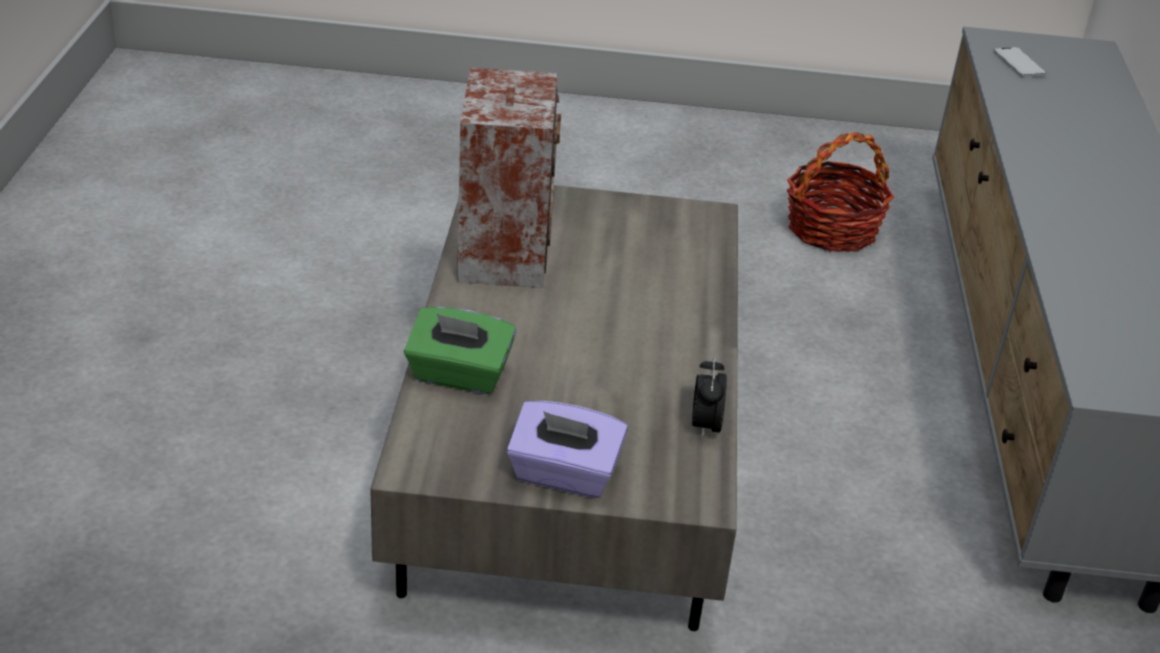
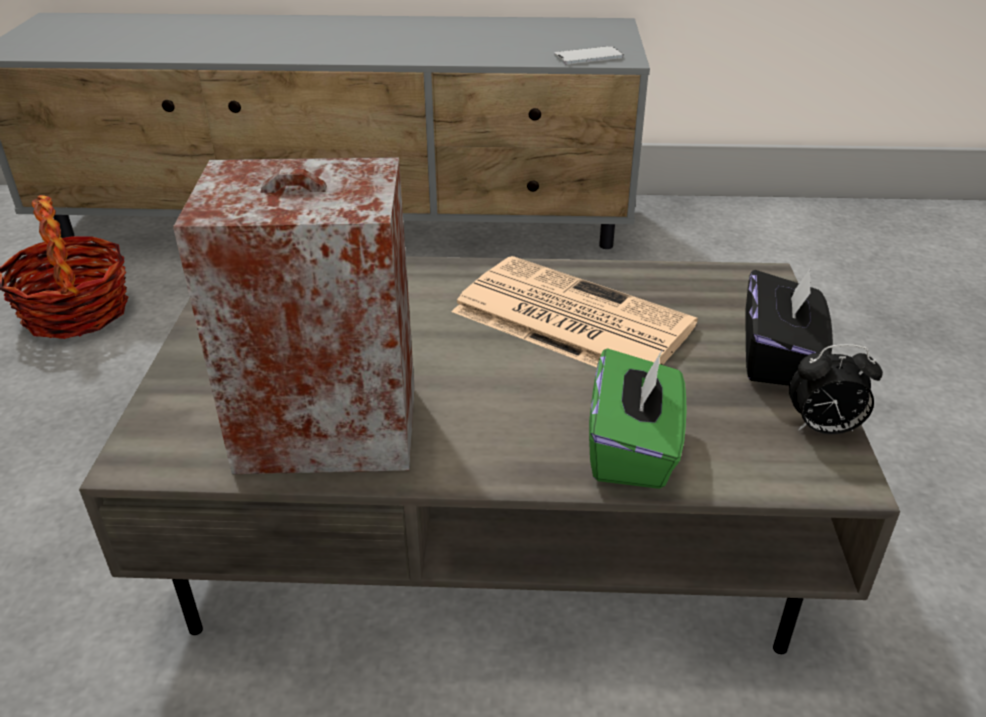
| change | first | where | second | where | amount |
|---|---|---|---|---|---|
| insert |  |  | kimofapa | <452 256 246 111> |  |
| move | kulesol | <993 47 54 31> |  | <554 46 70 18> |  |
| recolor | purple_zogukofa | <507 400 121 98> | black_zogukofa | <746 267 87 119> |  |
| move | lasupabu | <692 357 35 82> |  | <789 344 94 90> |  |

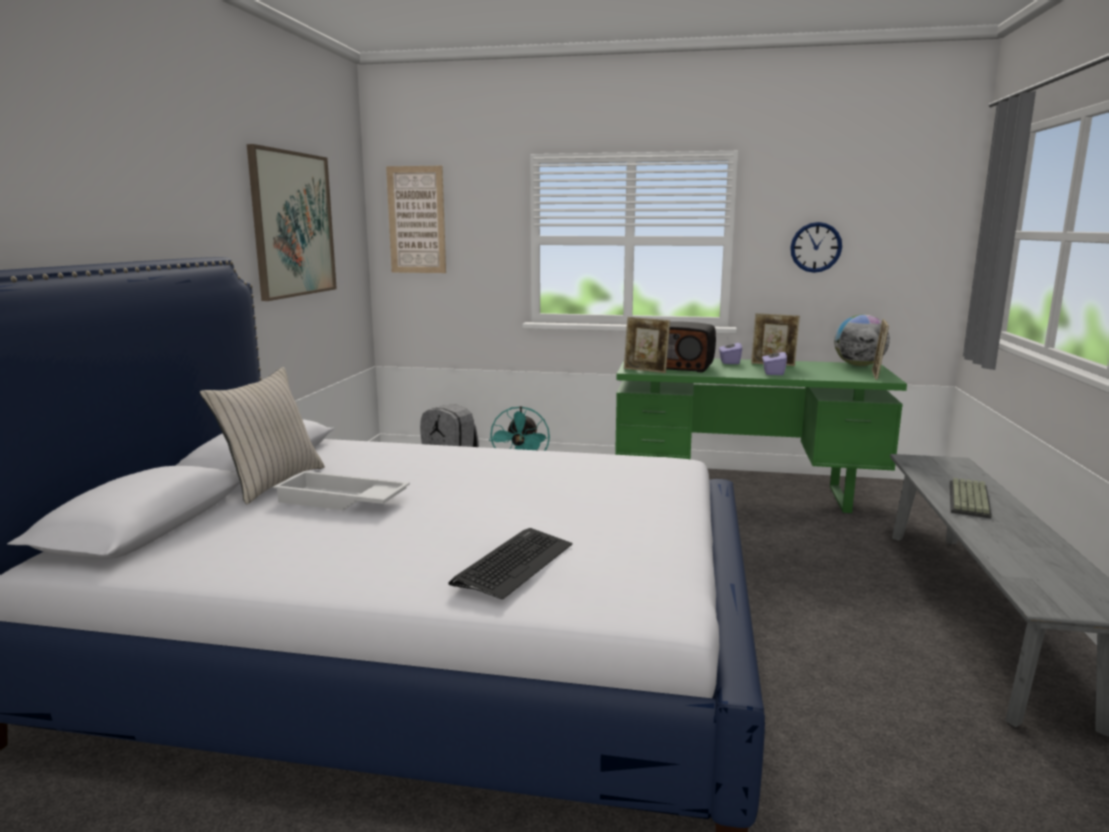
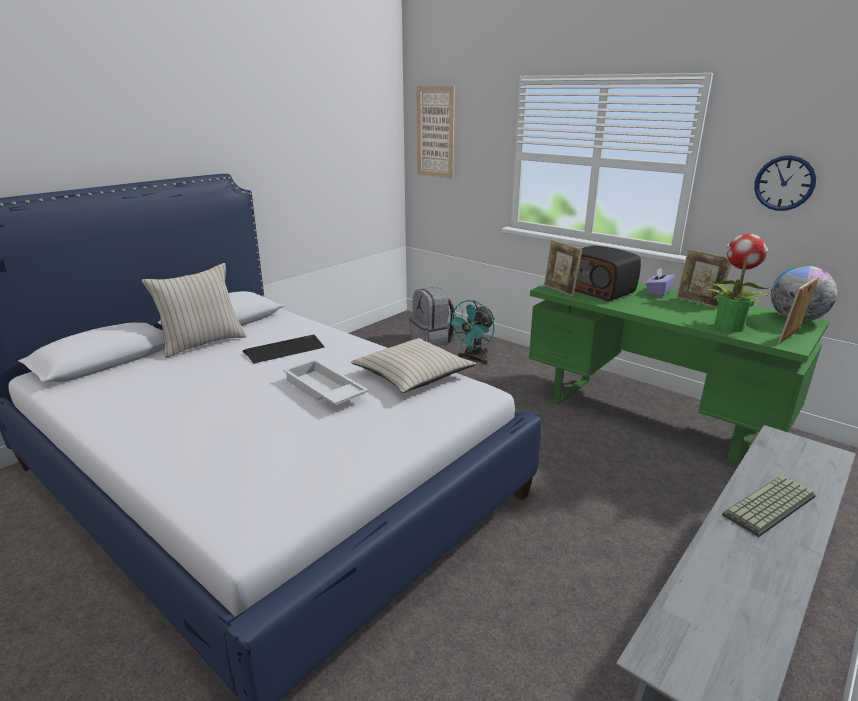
| change | first | where | second | where | amount |
|---|---|---|---|---|---|
| move | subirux | <448 528 124 72> |  | <243 335 82 29> |  |
| move | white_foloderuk | <273 471 137 39> |  | <283 359 86 46> |  |
| insert |  |  | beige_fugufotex | <351 338 125 55> |  |
| insert |  |  | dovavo | <707 234 64 98> |  |
| delete | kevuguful | <247 144 90 157> |  |  |  |
| delete | purple_zogukofa | <762 345 25 30> |  |  |  |

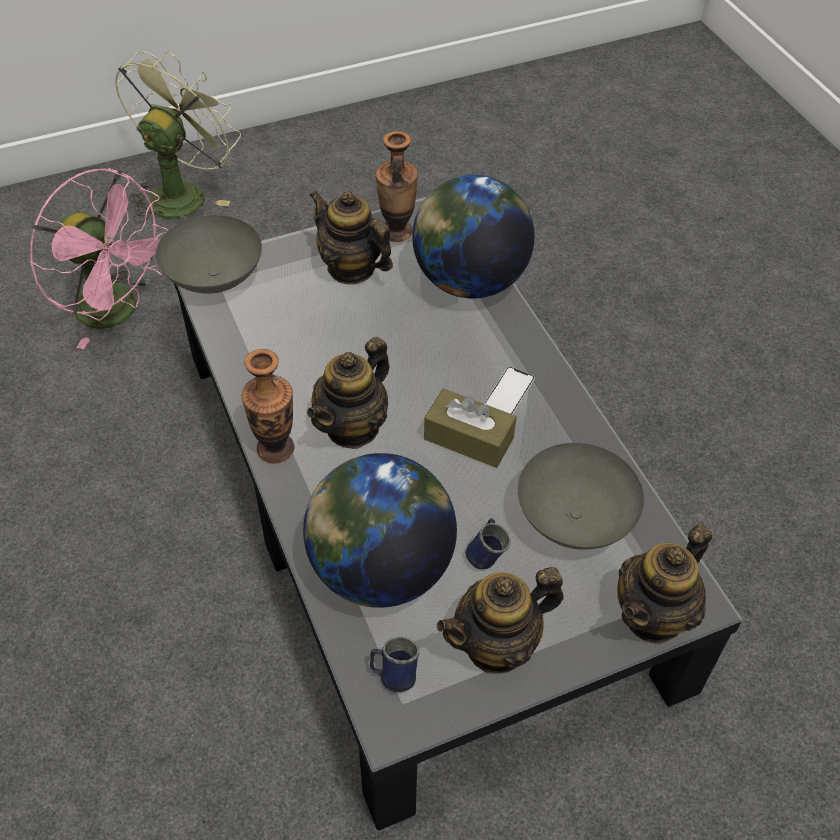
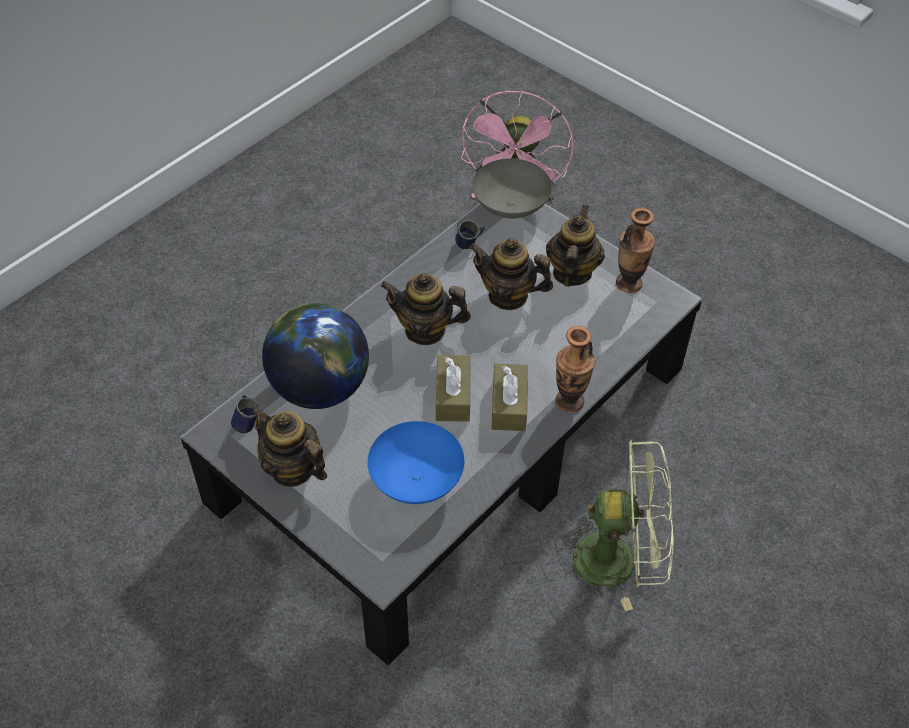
| change | first | where | second | where | amount |
|---|---|---|---|---|---|
| recolor | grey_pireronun | <518 443 126 107> | blue_pireronun | <367 421 98 83> |  |
| move | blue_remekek | <465 518 46 51> |  | <455 220 29 29> |  |
| move | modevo | <617 524 95 120> |  | <469 238 84 72> |  |
| replace | kulesol | <484 367 51 48> | brown_zogukofa | <492 364 36 67> |  |
| move | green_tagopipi | <115 50 126 173> |  | <555 439 119 172> |  |
| move | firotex | <242 349 52 114> |  | <556 326 39 86> |  |
| delete | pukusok | <412 175 123 124> |  |  |  |

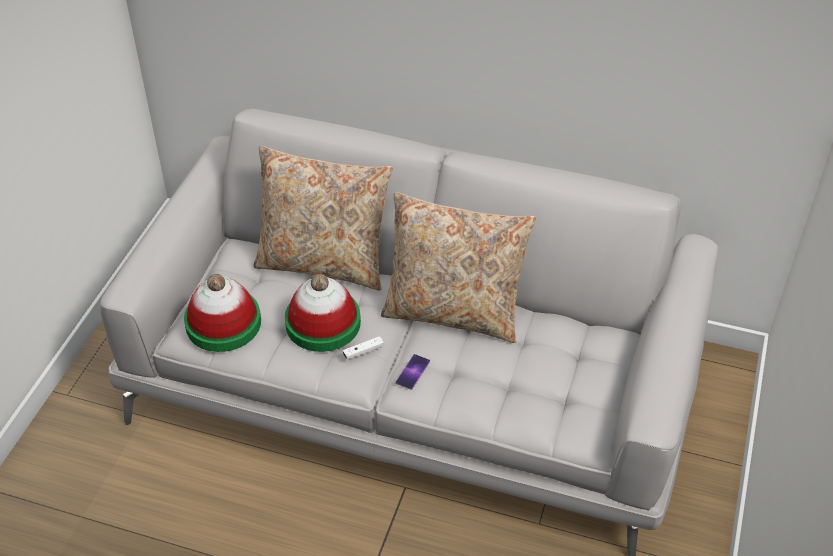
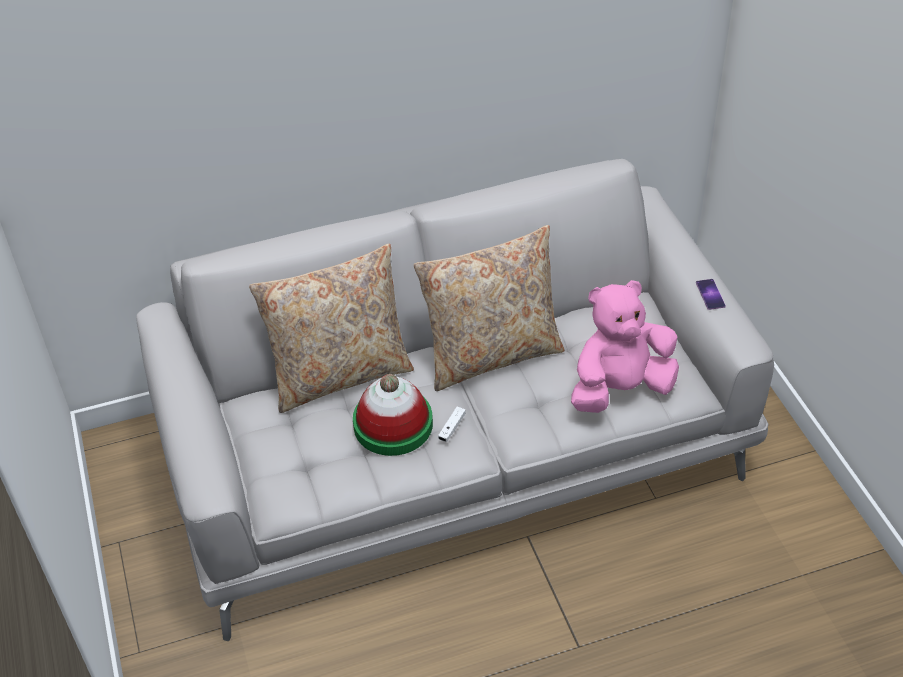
| change | first | where | second | where | amount |
|---|---|---|---|---|---|
| insert |  |  | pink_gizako | <571 280 108 133> |  |
| move | kulesol | <396 354 34 36> |  | <696 279 30 31> |  |
| delete | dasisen | <184 274 77 78> |  |  |  |

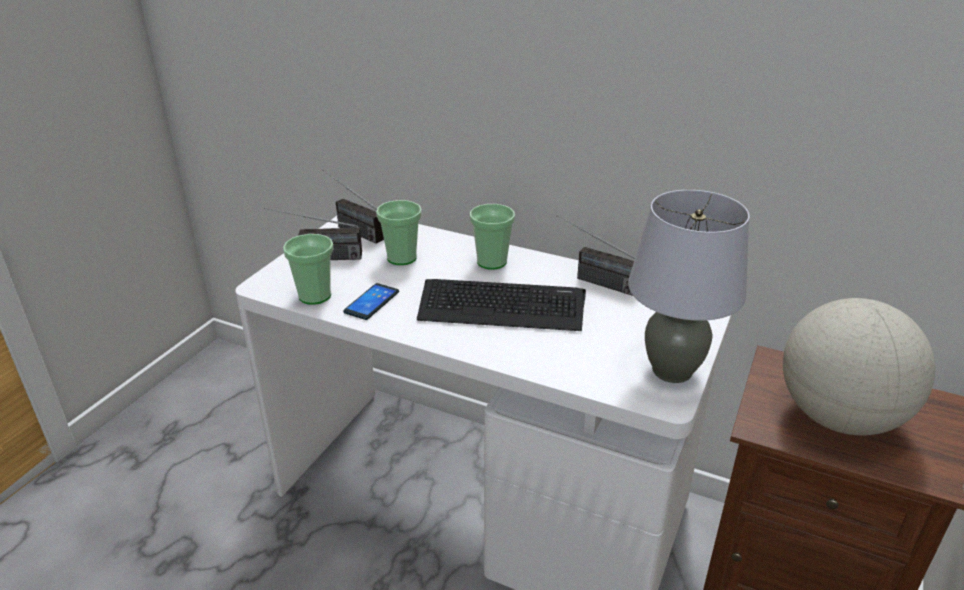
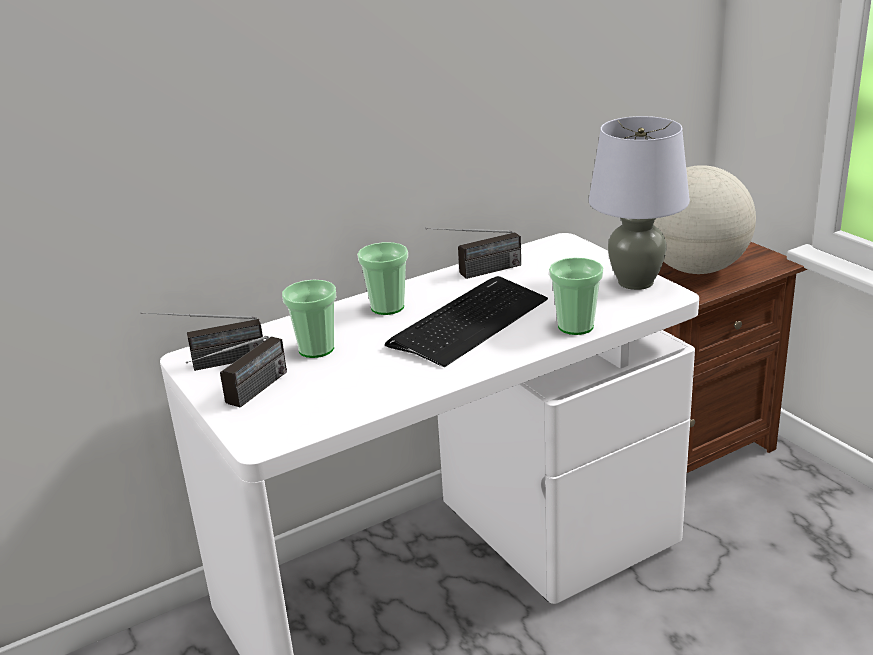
| change | first | where | second | where | amount |
|---|---|---|---|---|---|
| move | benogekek | <283 234 50 71> |  | <549 257 55 78> |  |
| delete | kulesol | <343 283 56 37> |  |  |  |

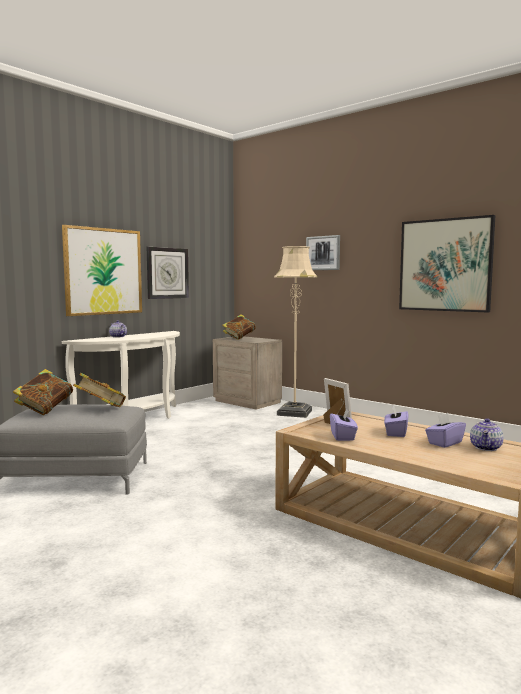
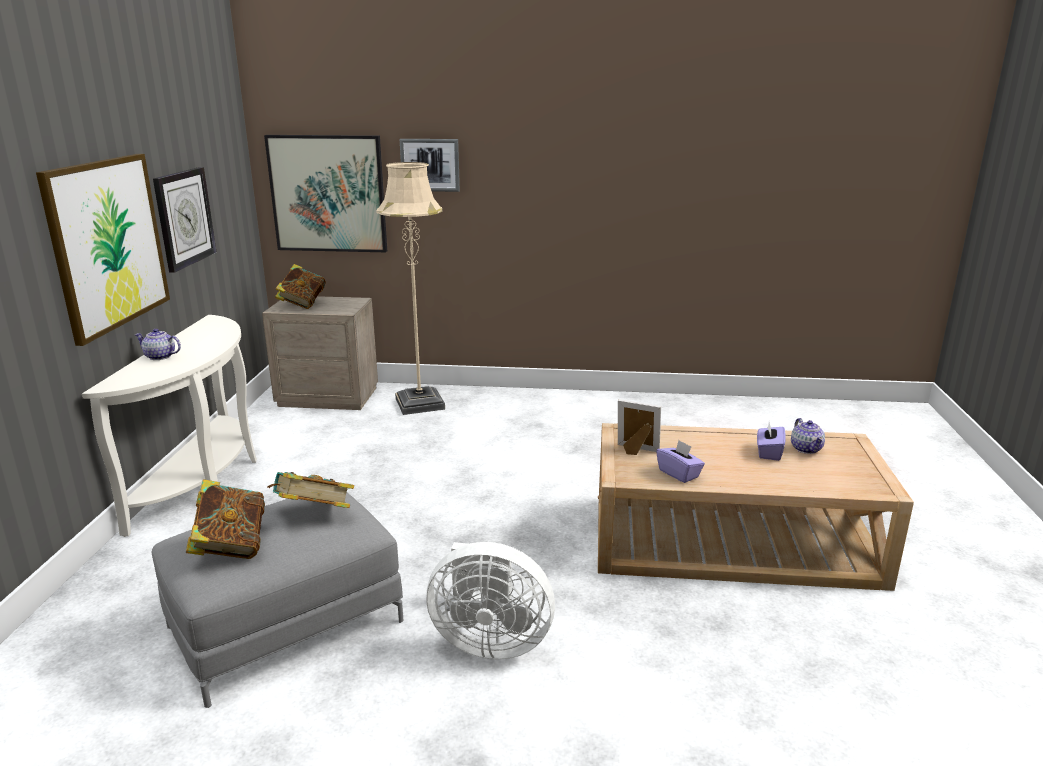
| change | first | where | second | where | amount |
|---|---|---|---|---|---|
| move | kevuguful | <399 215 96 98> |  | <264 135 123 117> |  |
| insert |  |  | white_tagopipi | <426 542 129 118> |  |
| delete | purple_zogukofa | <384 406 25 31> |  |  |  |

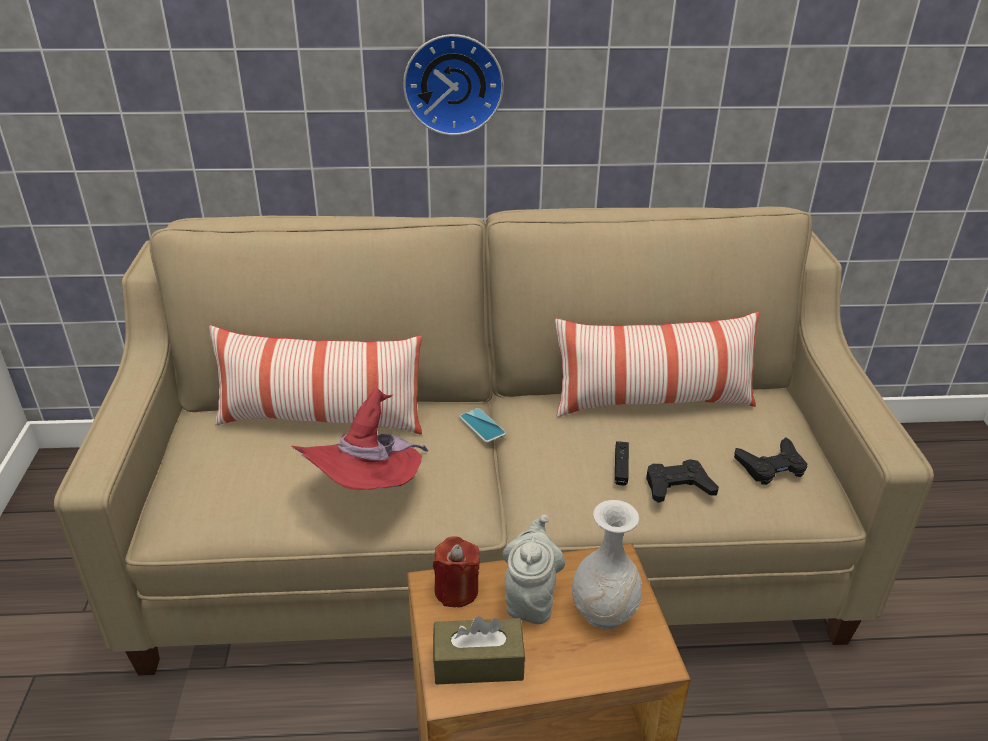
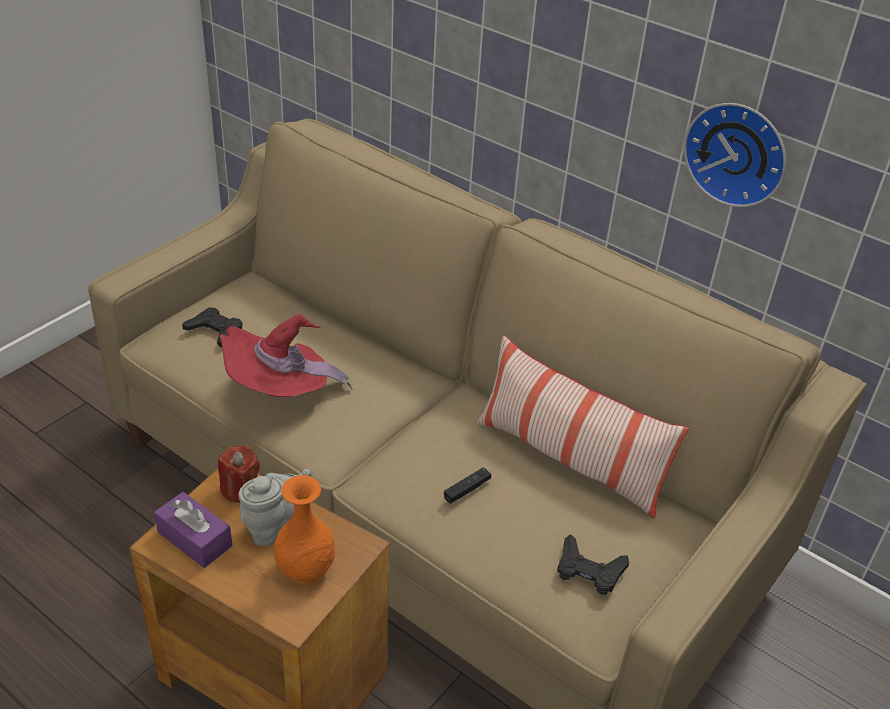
| change | first | where | second | where | amount |
|---|---|---|---|---|---|
| recolor | brown_zogukofa | <433 616 92 68> | purple_zogukofa | <154 492 78 76> |  |
| move | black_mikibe | <646 459 73 44> |  | <182 307 61 40> |  |
| recolor | white_firotex | <572 500 70 129> | orange_firotex | <274 475 61 109> |  |
| move | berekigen | <403 34 101 102> |  | <684 103 102 104> |  |
| delete | fugufotex | <209 325 213 109> |  |  |  |
| delete | kulesol | <459 408 47 35> |  |  |  |

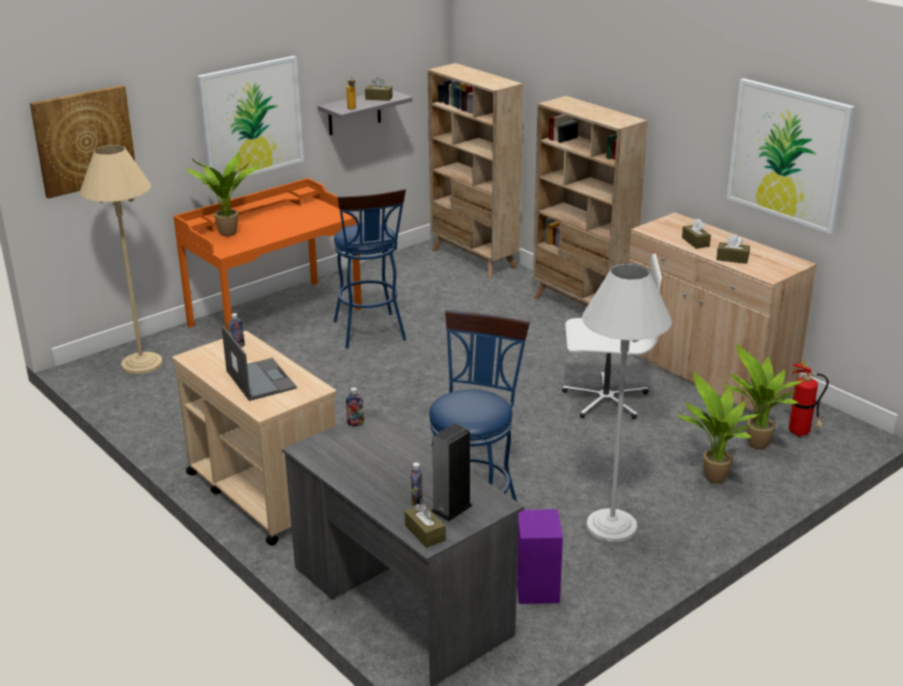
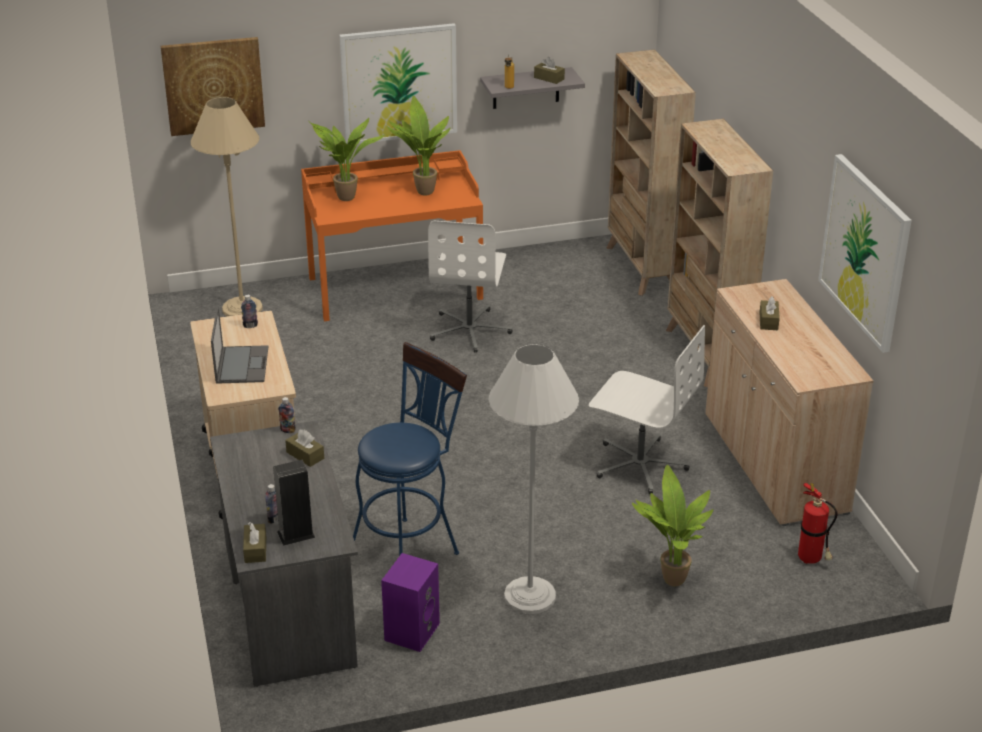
| change | first | where | second | where | amount |
|---|---|---|---|---|---|
| move | brown_zogukofa | <716 234 34 30> |  | <285 430 39 37> |  |
| move | dovavo | <724 344 81 106> |  | <387 96 64 99> |  |
| replace | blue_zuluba | <334 189 72 160> | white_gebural | <428 221 84 132> |  |

